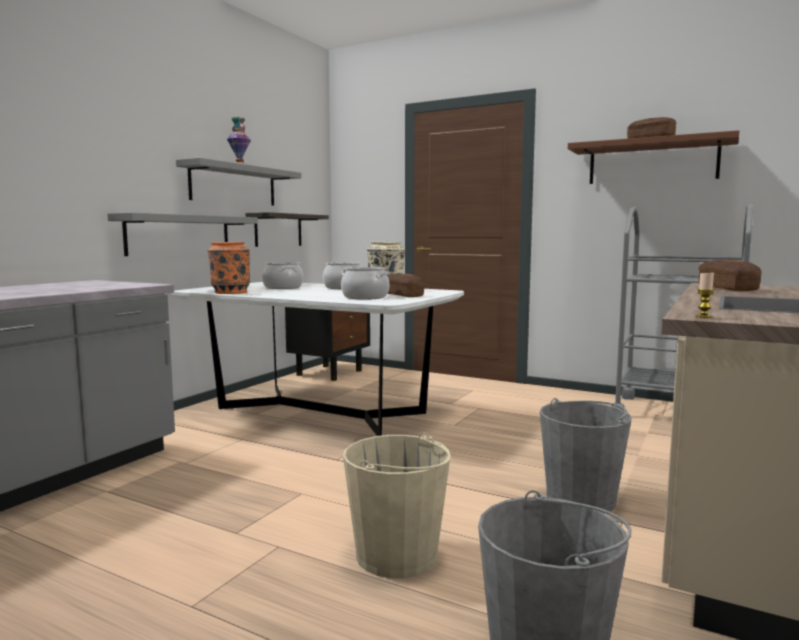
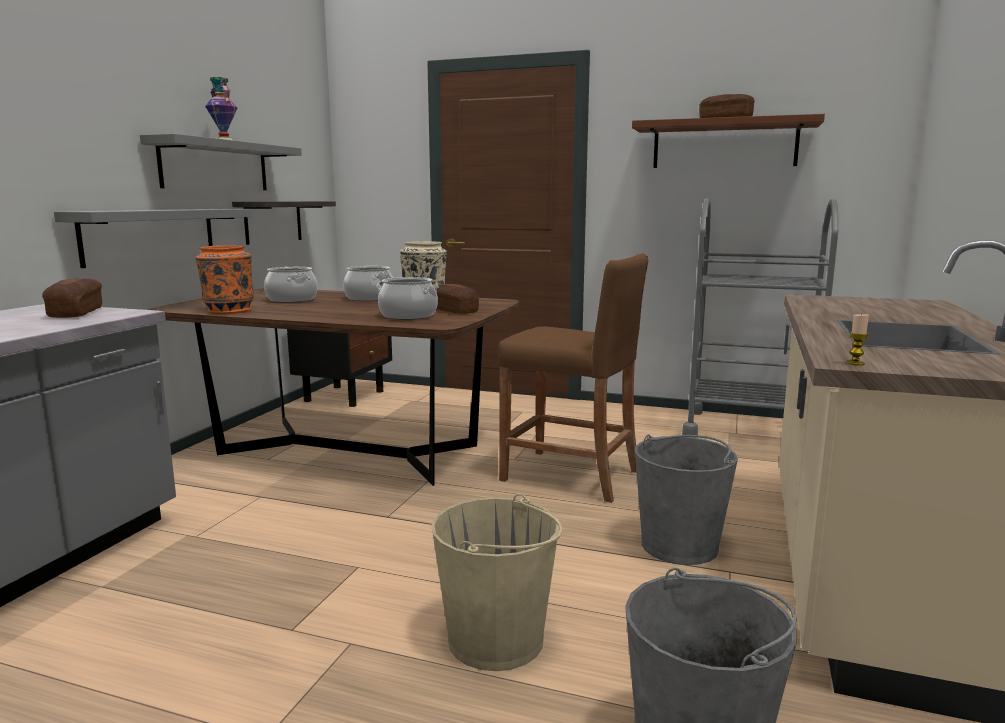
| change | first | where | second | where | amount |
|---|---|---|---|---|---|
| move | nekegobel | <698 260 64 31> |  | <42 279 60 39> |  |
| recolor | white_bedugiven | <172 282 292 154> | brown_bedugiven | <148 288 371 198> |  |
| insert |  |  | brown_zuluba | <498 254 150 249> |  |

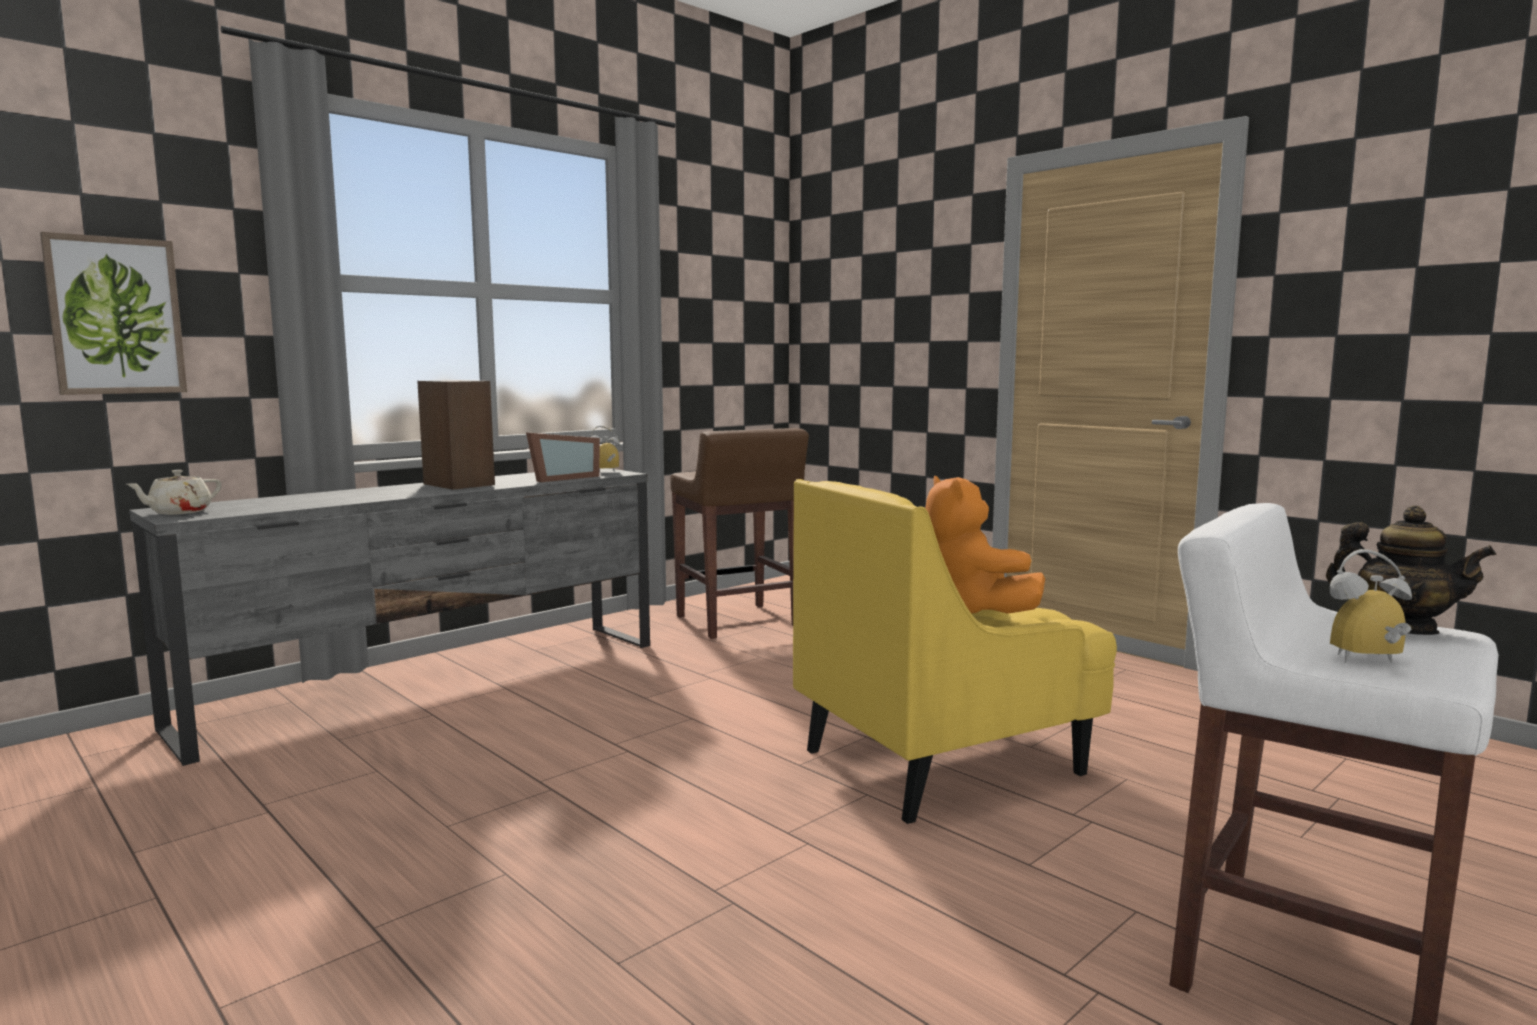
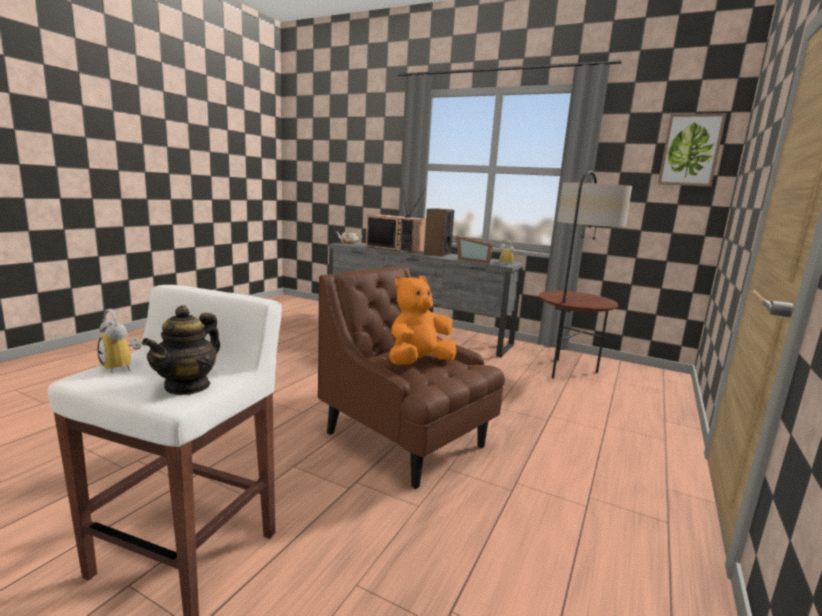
| change | first | where | second | where | amount |
|---|---|---|---|---|---|
| rotate | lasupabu | <1330 549 82 114> |  | <98 309 43 64> | 150 degrees clockwise |
| recolor | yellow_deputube | <793 479 324 345> | brown_deputube | <318 266 187 223> |  |
| insert |  |  | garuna | <366 184 60 69> |  |
| replace | brown_zuluba | <671 428 138 211> | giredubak | <539 171 93 208> |  |
| move | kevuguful | <40 232 147 163> |  | <658 113 69 74> |  |

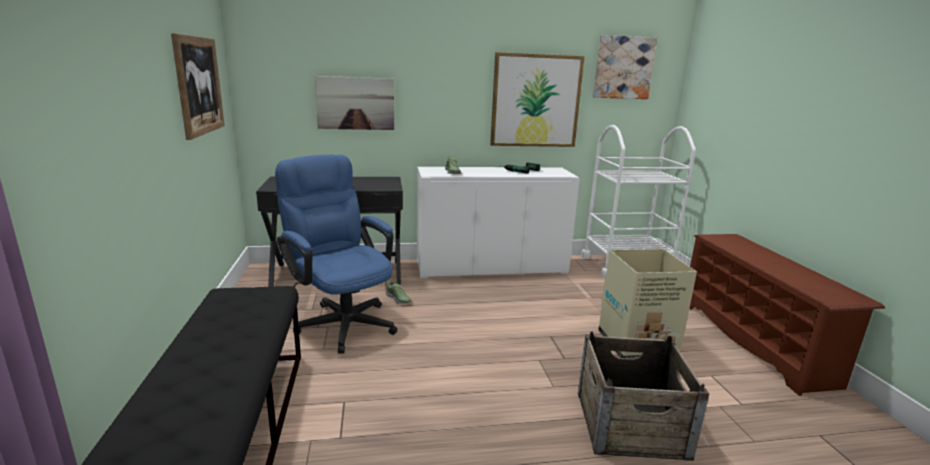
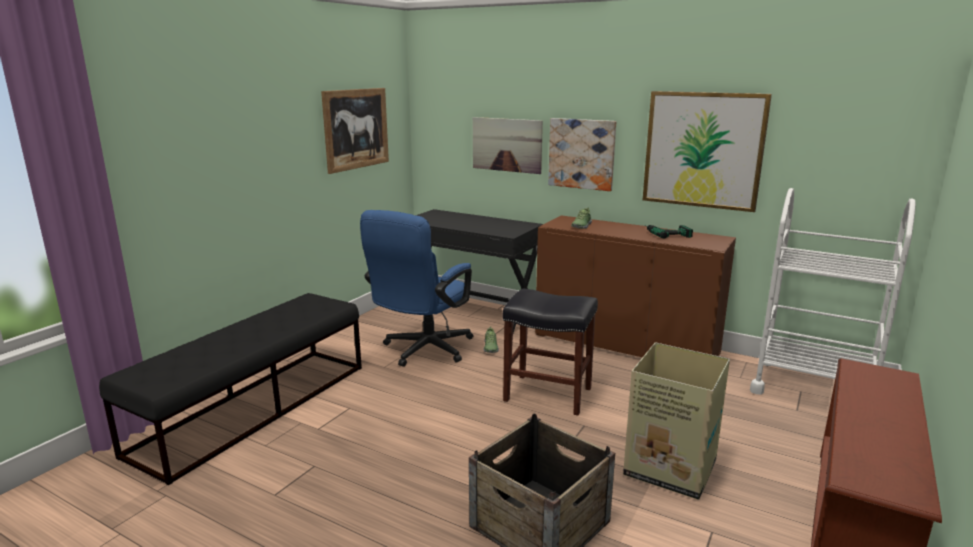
| change | first | where | second | where | amount |
|---|---|---|---|---|---|
| rotate | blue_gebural | <275 155 123 199> |  | <360 210 114 157> | 150 degrees counterclockwise |
| insert |  |  | black_zuluba | <503 289 95 127> |  |
| recolor | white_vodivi | <417 167 163 111> | brown_vodivi | <535 215 201 143> |  |
| move | kevuguful | <593 35 64 64> |  | <548 118 68 73> |  |

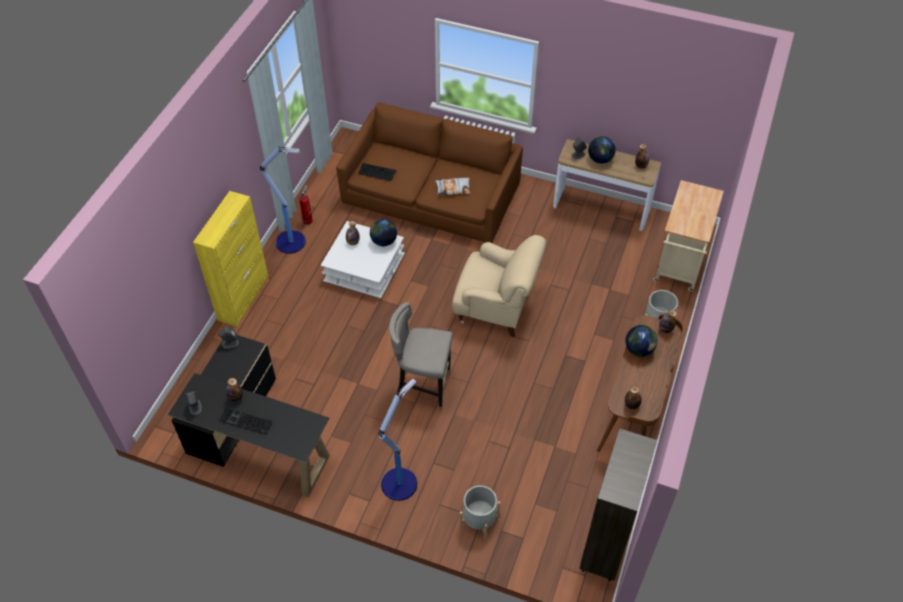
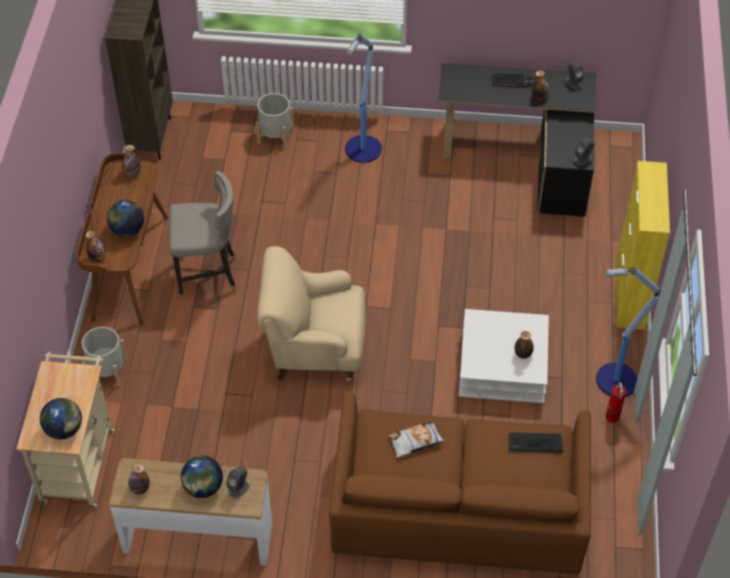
| change | first | where | second | where | amount |
|---|---|---|---|---|---|
| move | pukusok | <370 219 27 27> |  | <40 398 42 41> |  |
| move | grey_zuluba | <389 302 64 109> |  | <169 171 68 129> |  |

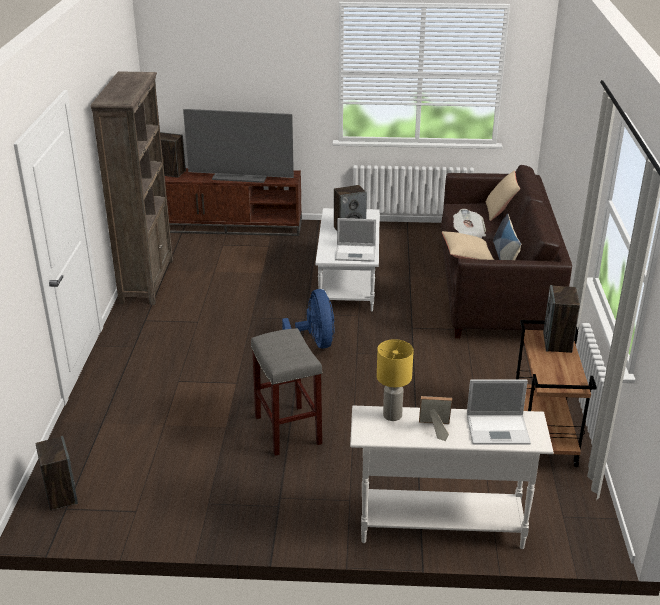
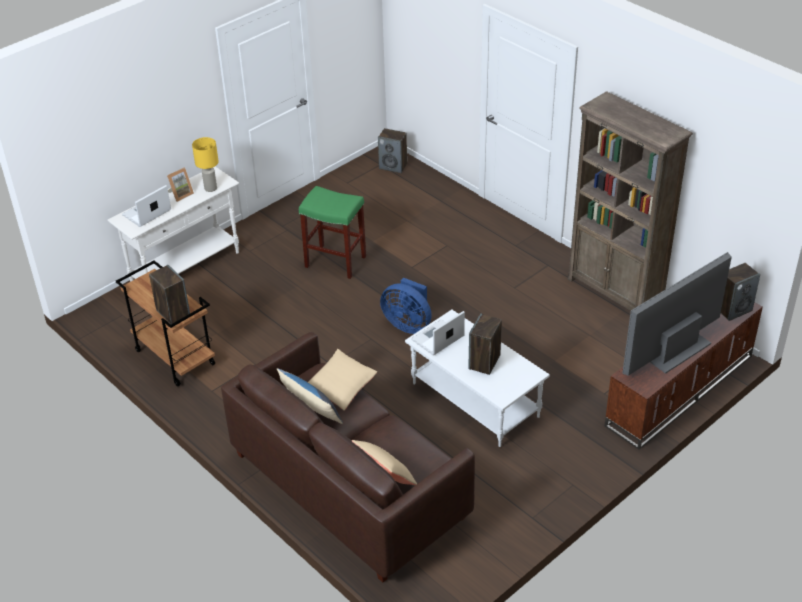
| change | first | where | second | where | amount |
|---|---|---|---|---|---|
| recolor | grey_zuluba | <251 328 72 128> | green_zuluba | <299 186 67 93> |  |
| delete | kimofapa | <453 209 33 29> |  |  |  |

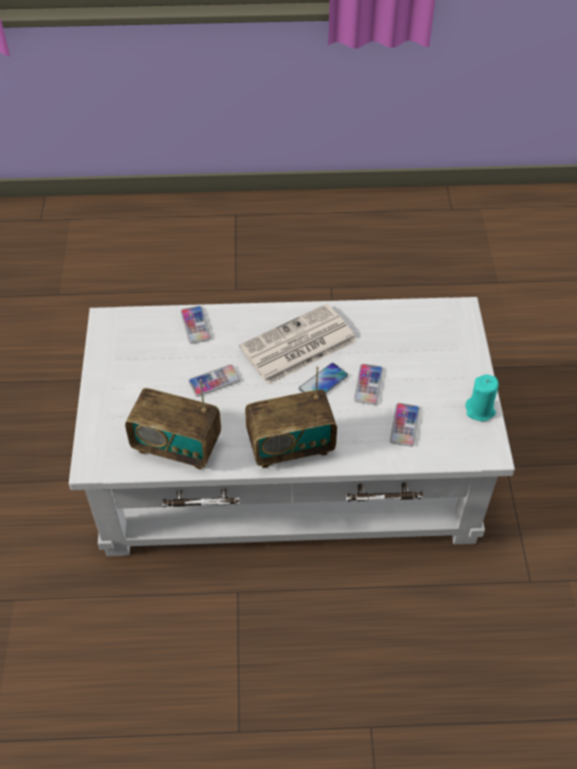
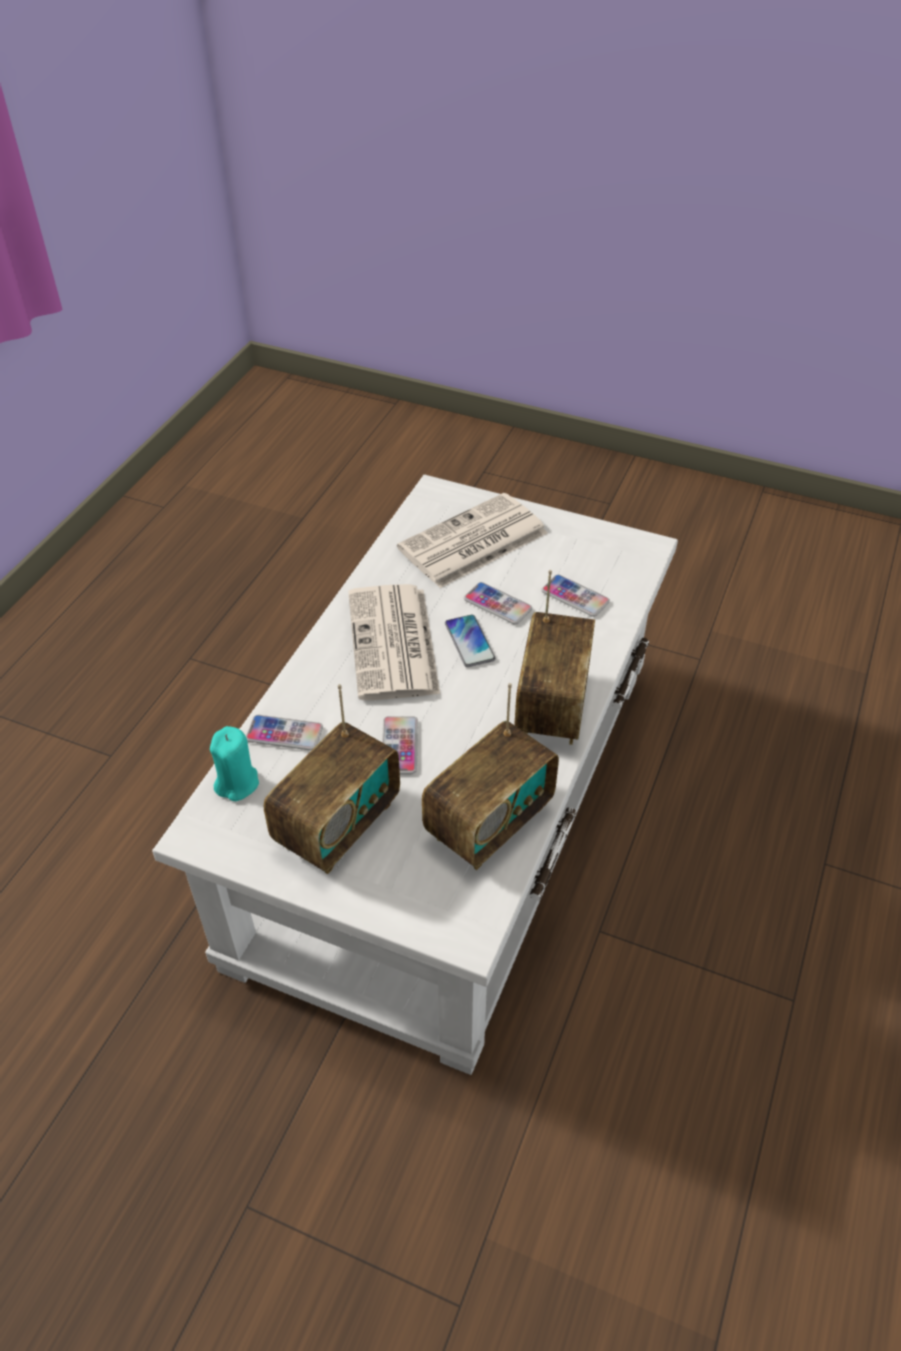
| change | first | where | second | where | amount |
|---|---|---|---|---|---|
| move | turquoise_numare | <465 374 34 47> |  | <210 726 49 75> |  |
| insert |  |  | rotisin | <264 684 136 190> |  |
| insert |  |  | kimofapa | <397 493 151 95> |  |

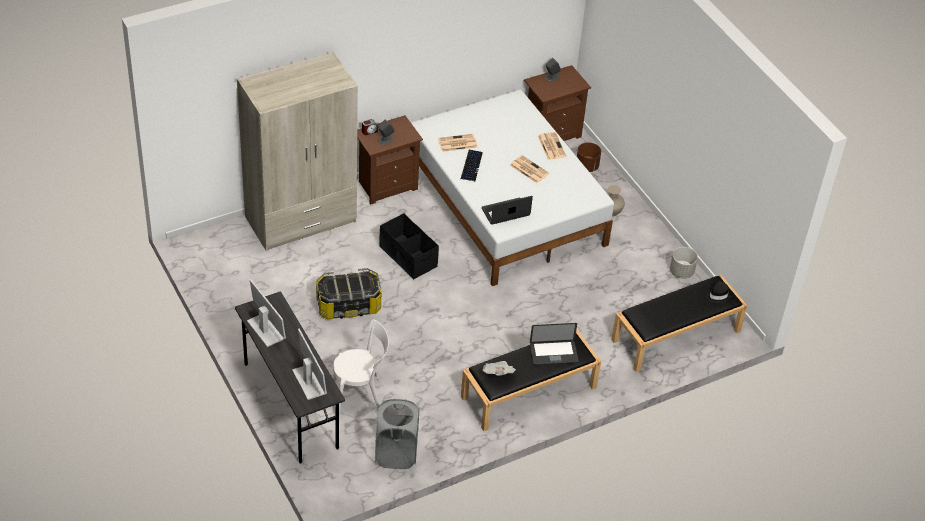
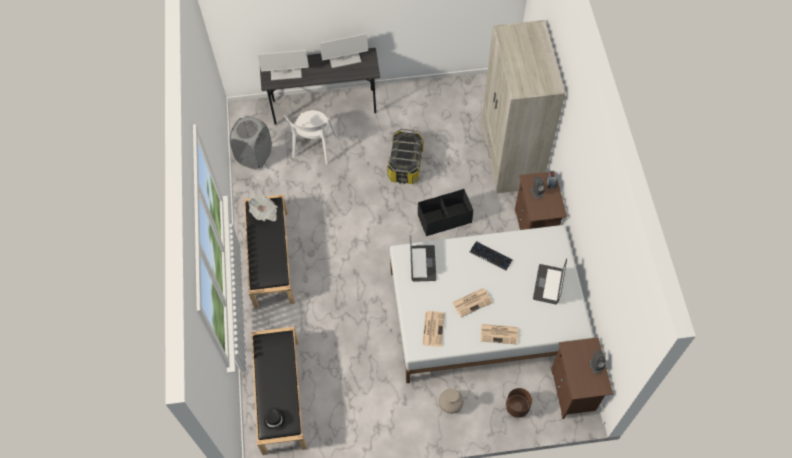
| change | first | where | second | where | amount |
|---|---|---|---|---|---|
| move | kimofapa | <438 134 39 18> |  | <422 311 23 36> |  |
| move | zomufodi | <530 323 49 42> |  | <533 258 34 46> |  |
| delete | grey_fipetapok | <670 247 28 32> |  |  |  |

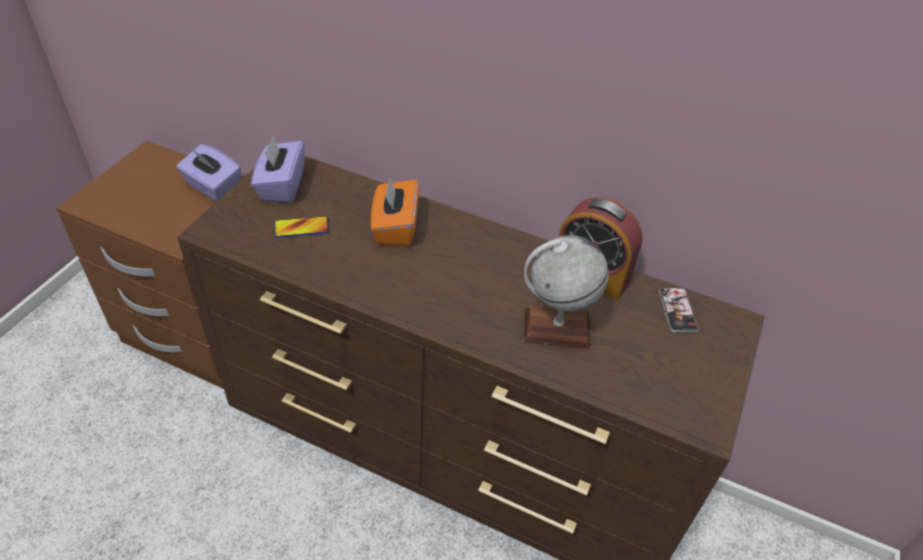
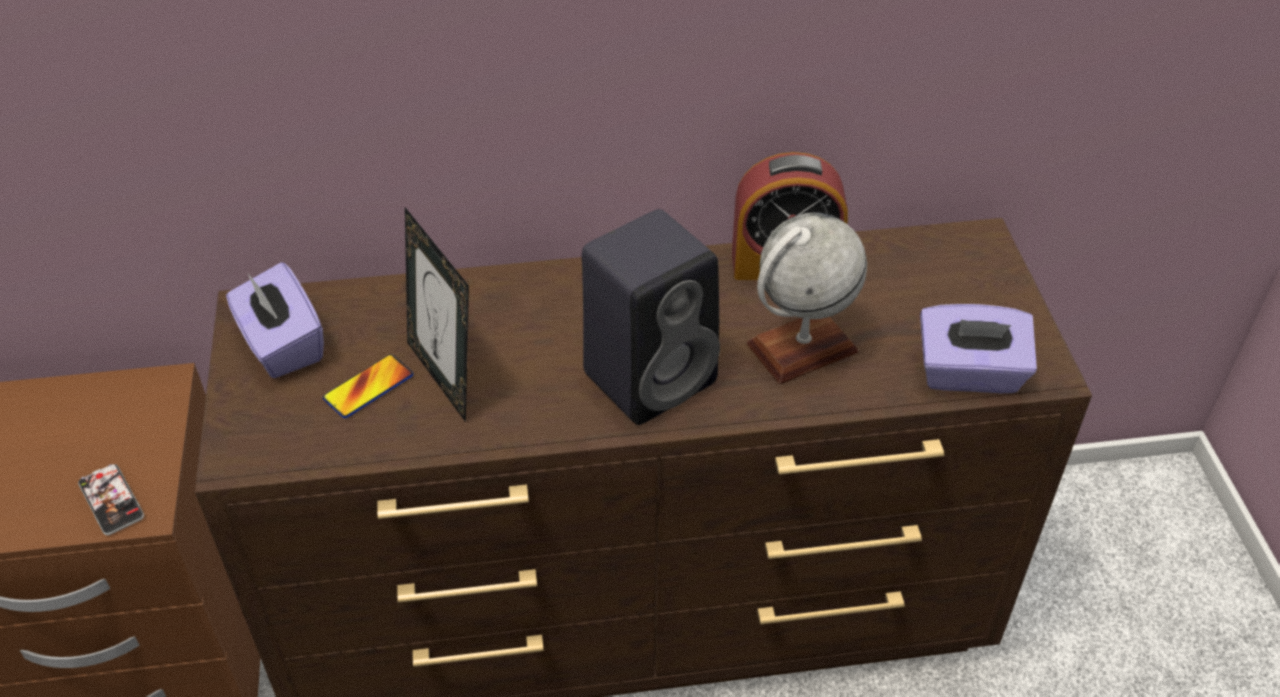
| change | first | where | second | where | amount |
|---|---|---|---|---|---|
| move | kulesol | <659 288 39 45> |  | <78 464 66 71> |  |
| insert |  |  | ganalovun | <405 207 64 215> |  |
| insert |  |  | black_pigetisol | <582 209 138 216> |  |
| move | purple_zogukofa | <176 144 65 58> |  | <920 304 117 89> |  |
| delete | orange_zogukofa | <371 178 48 68> |  |  |  |

